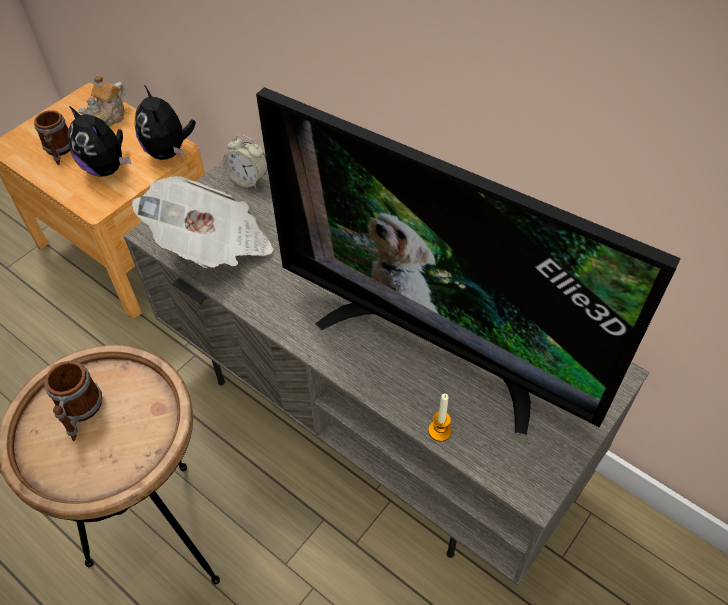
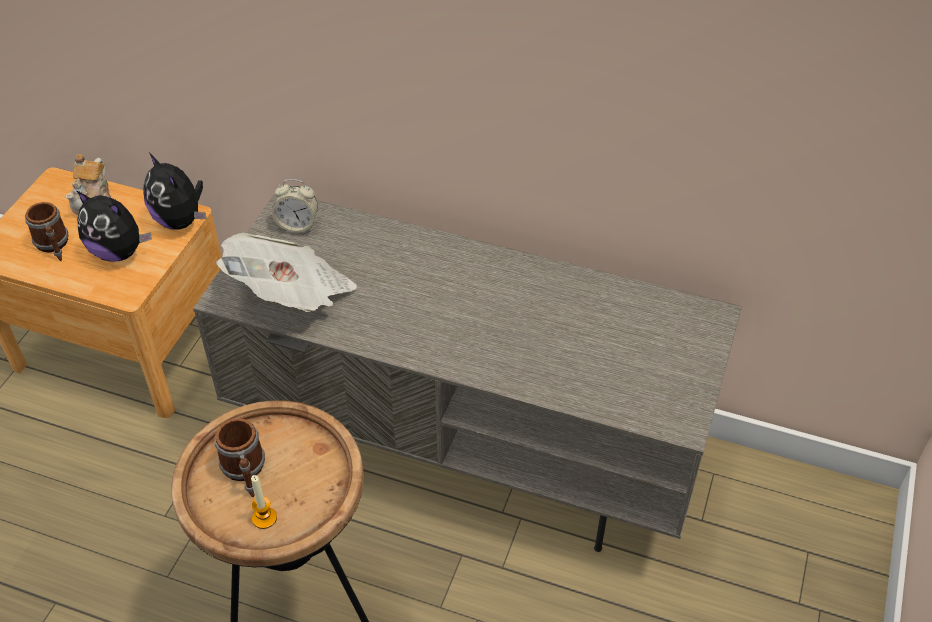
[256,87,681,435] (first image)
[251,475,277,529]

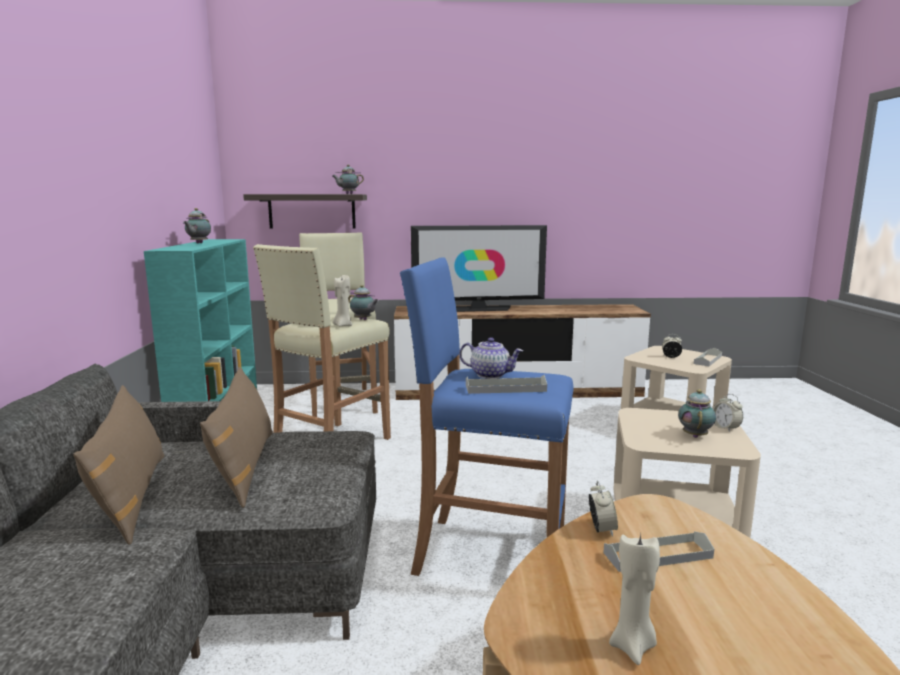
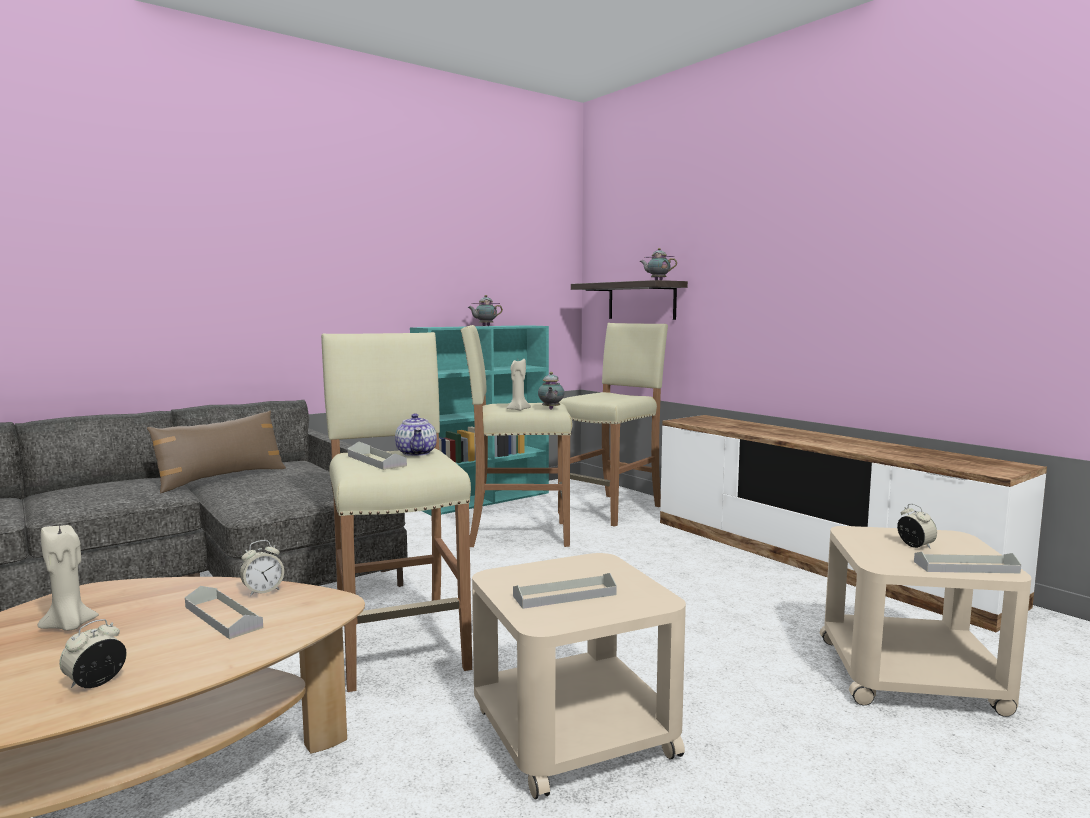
[411,225,547,312] (first image)
[321,332,472,692]
[200,367,273,508] (first image)
[513,573,617,609]
[59,619,127,688]

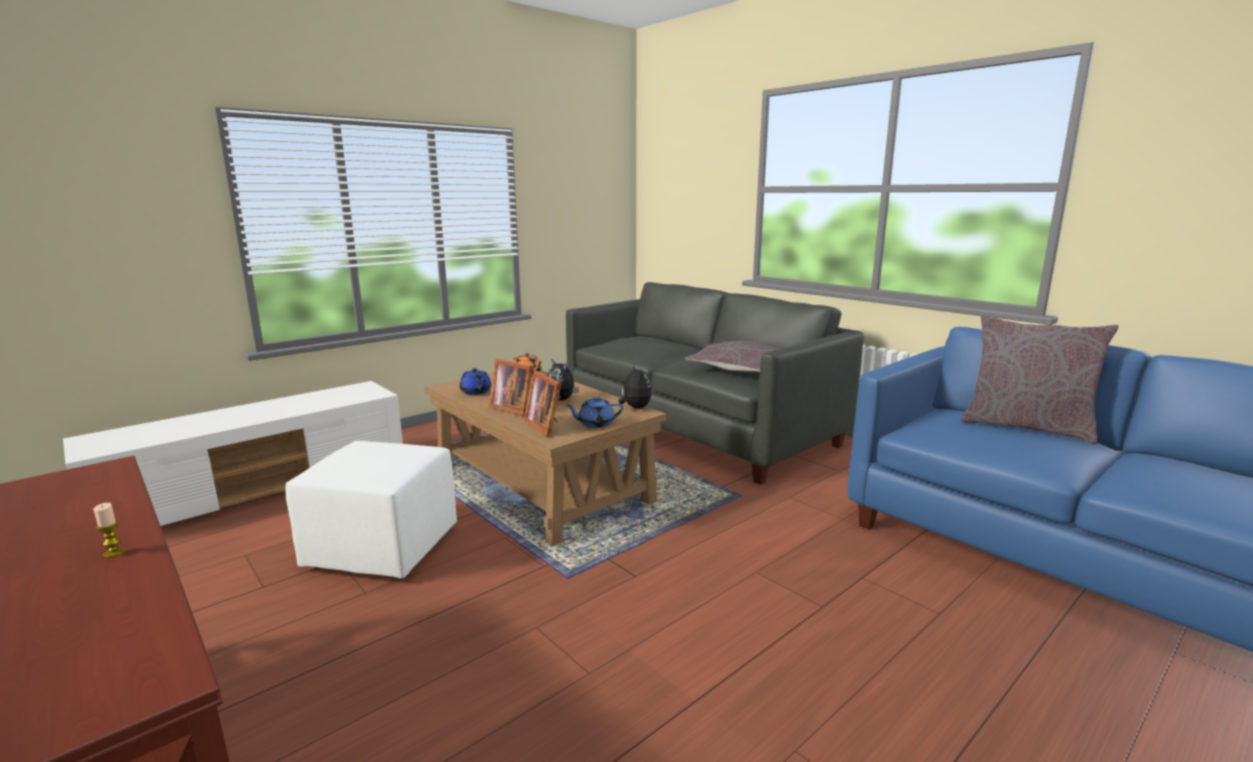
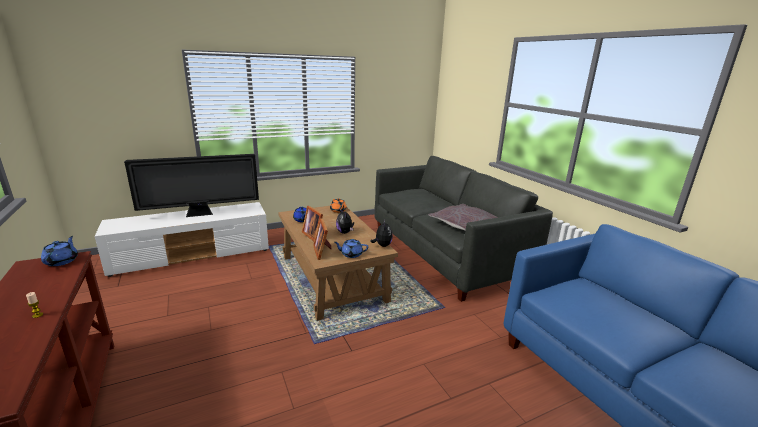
[961,314,1118,444] (first image)
[286,441,457,579] (first image)
[124,154,259,217]
[41,236,78,266]

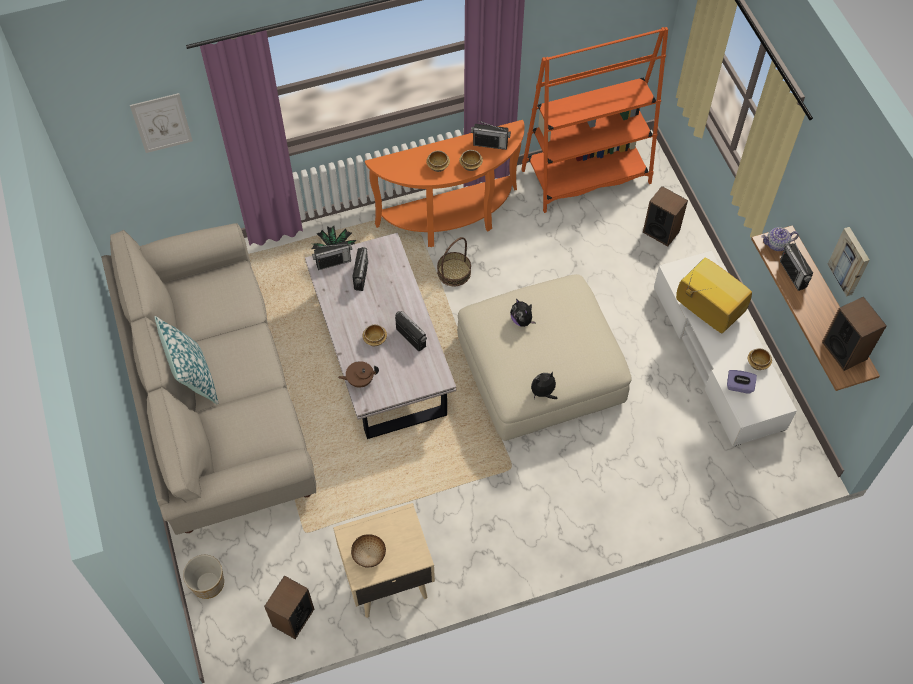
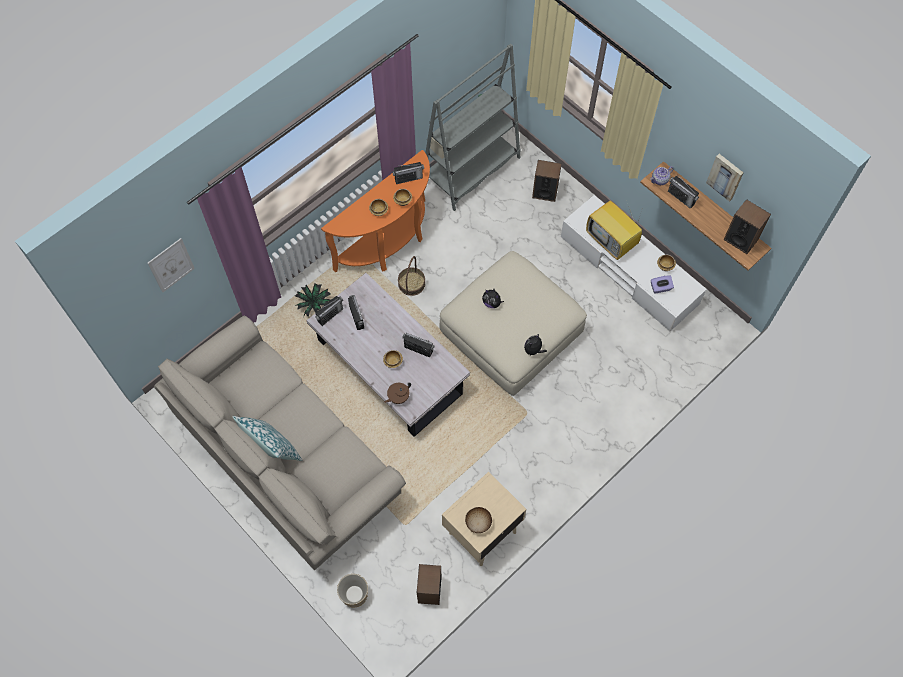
[425,44,521,211]
[586,201,642,260]

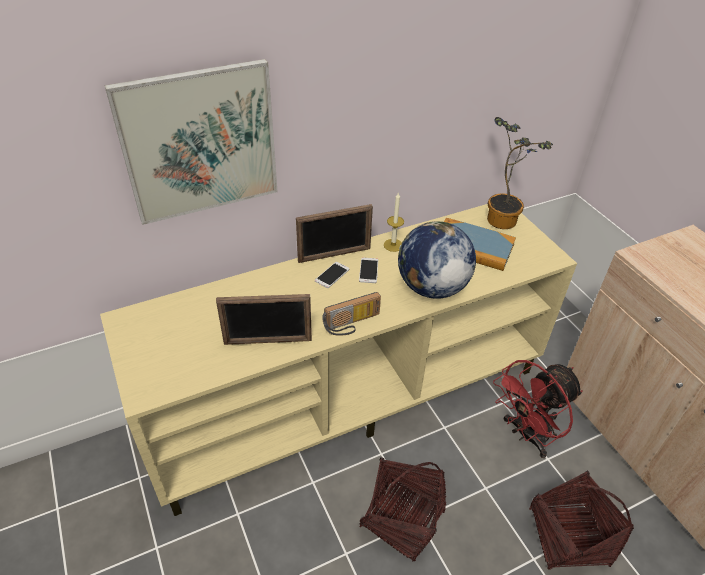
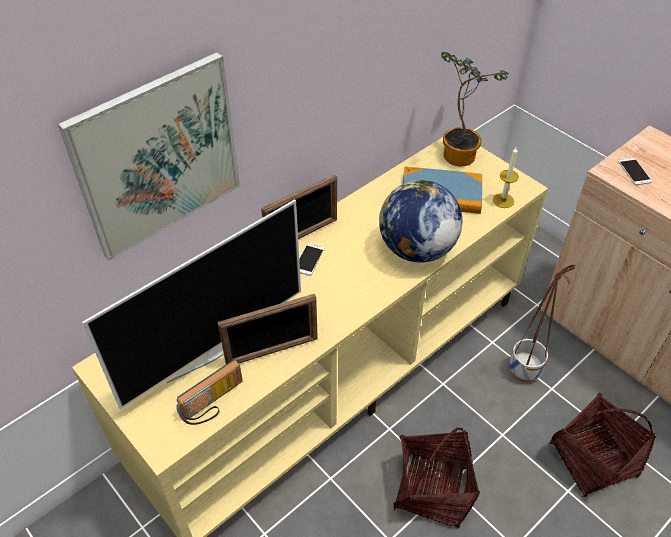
[493,147,519,208]
[618,157,652,185]
[176,360,243,425]
[509,265,576,382]
[82,199,301,409]

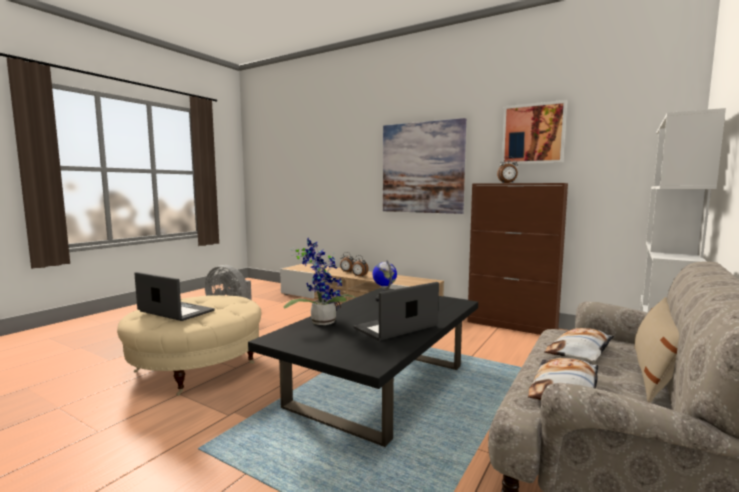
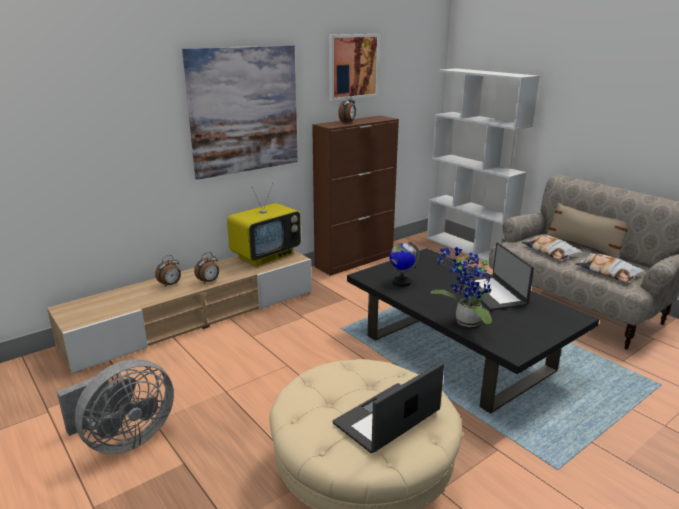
[227,182,301,267]

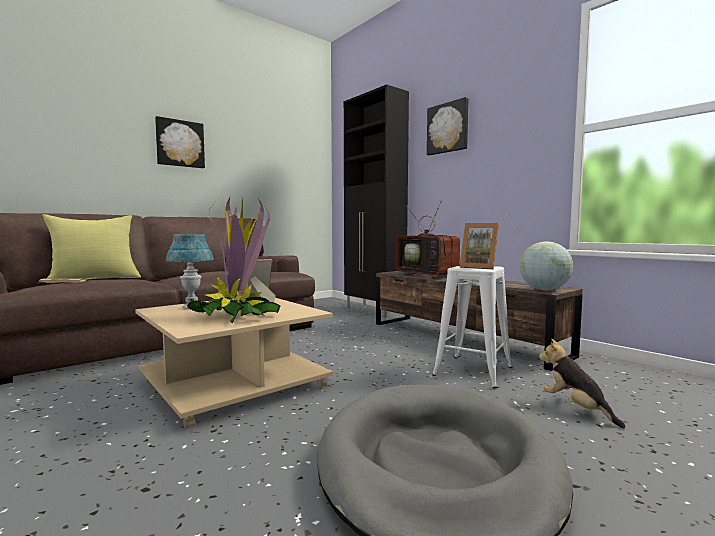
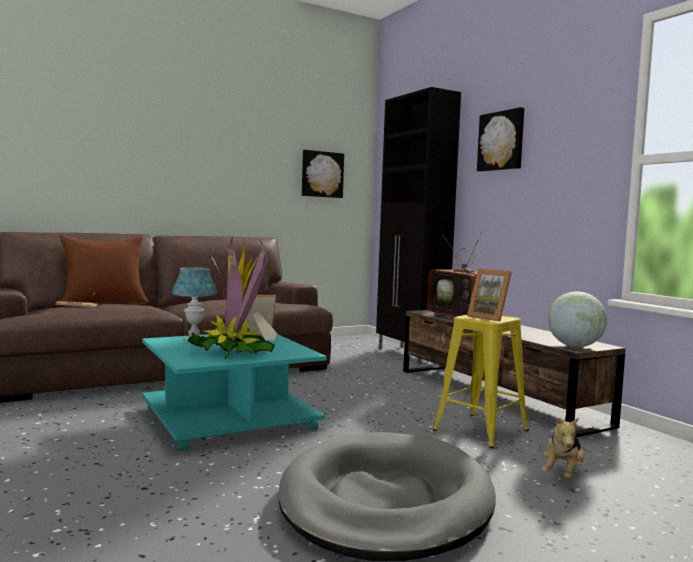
[302,150,344,198]
[59,235,148,304]
[433,315,529,448]
[142,333,327,451]
[542,417,585,479]

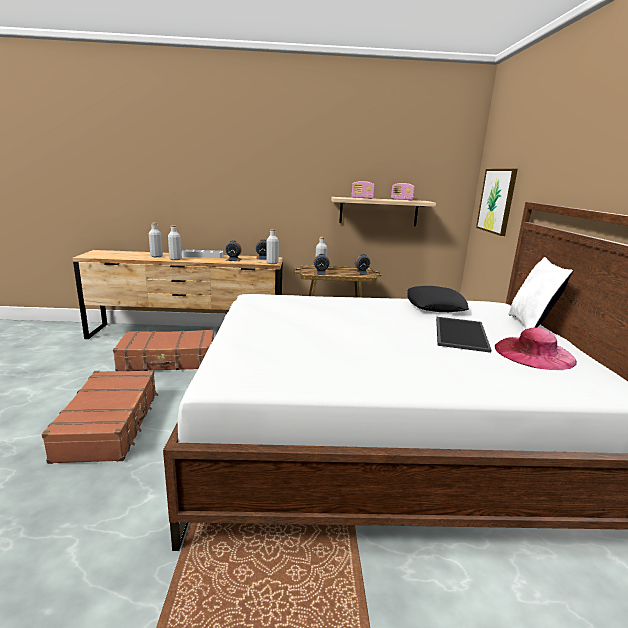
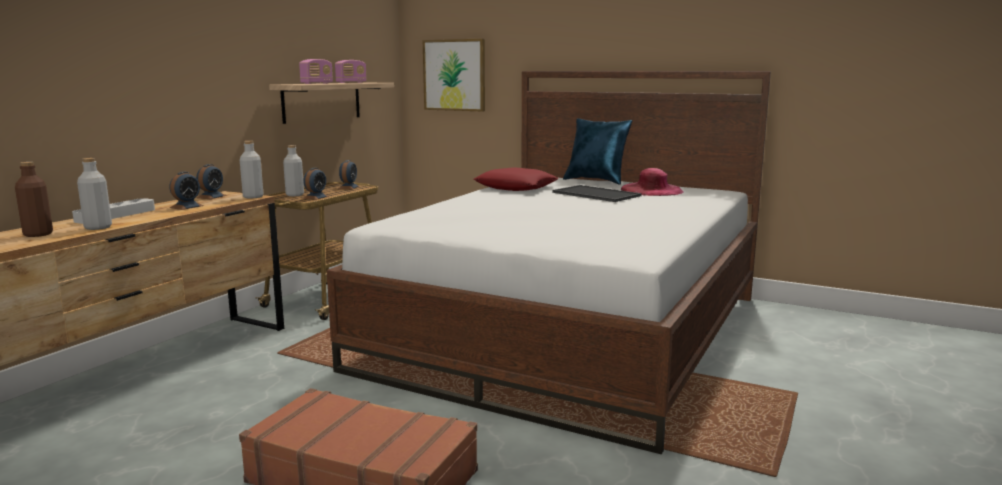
[15,162,53,237]
[563,118,632,185]
[474,167,559,191]
[113,330,214,371] (first image)

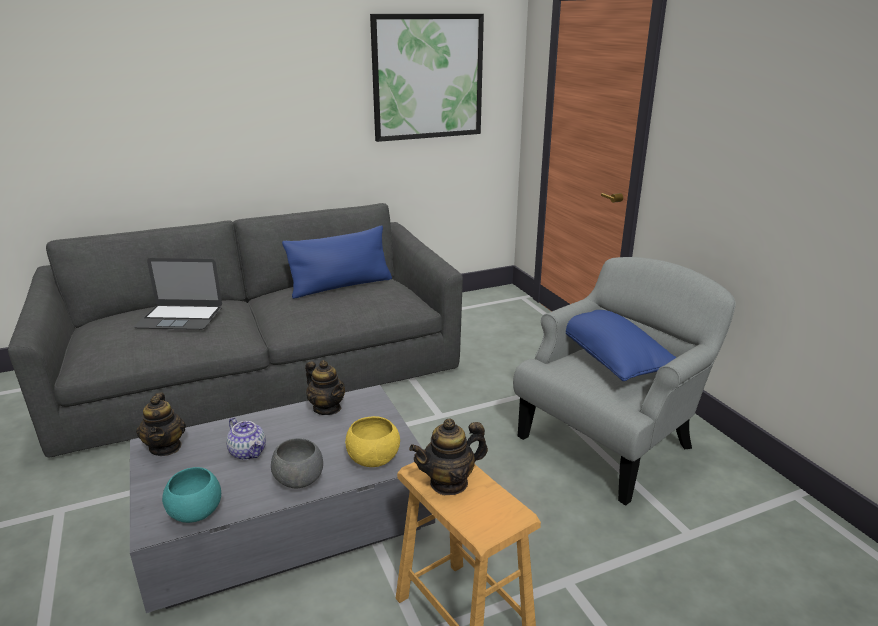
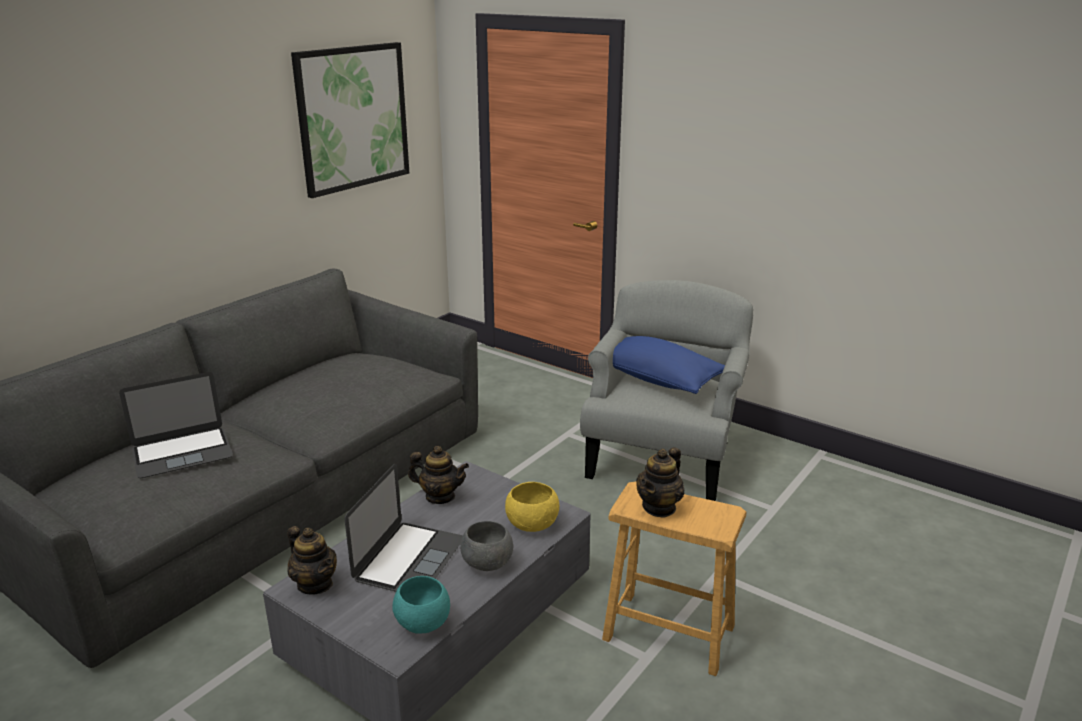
[282,225,392,299] (first image)
[345,464,462,592]

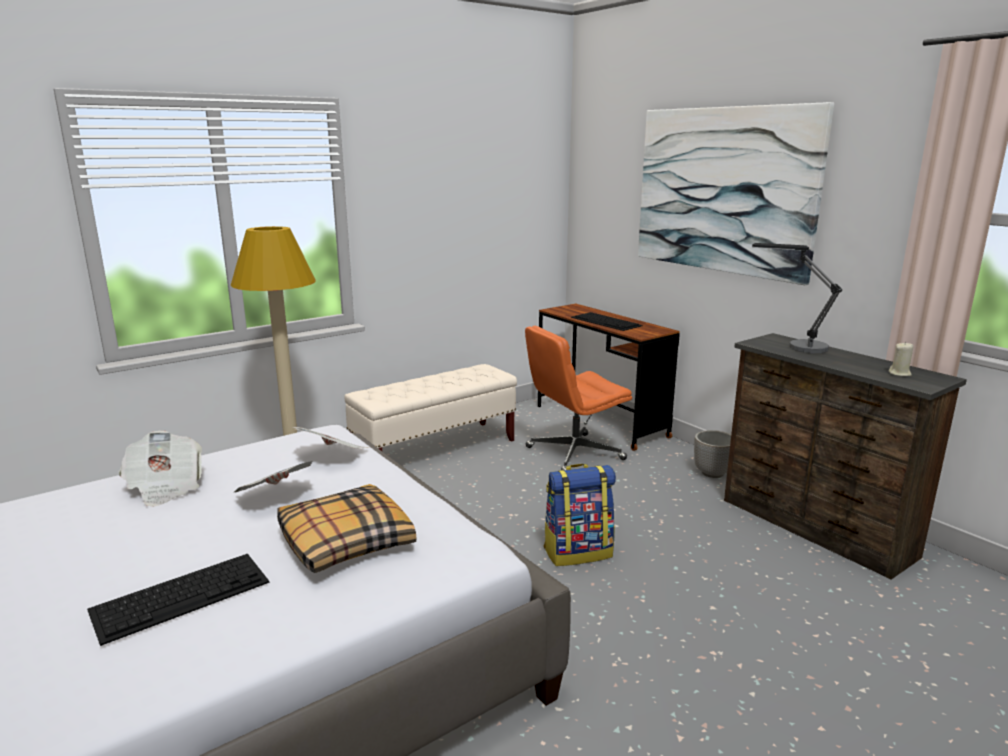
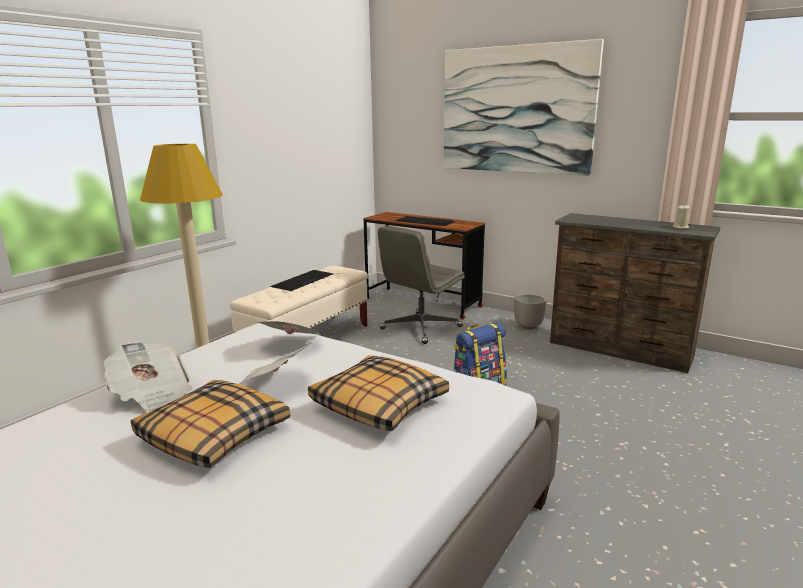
[752,243,842,353] (first image)
[378,226,465,344]
[270,270,333,291]
[131,380,290,468]

